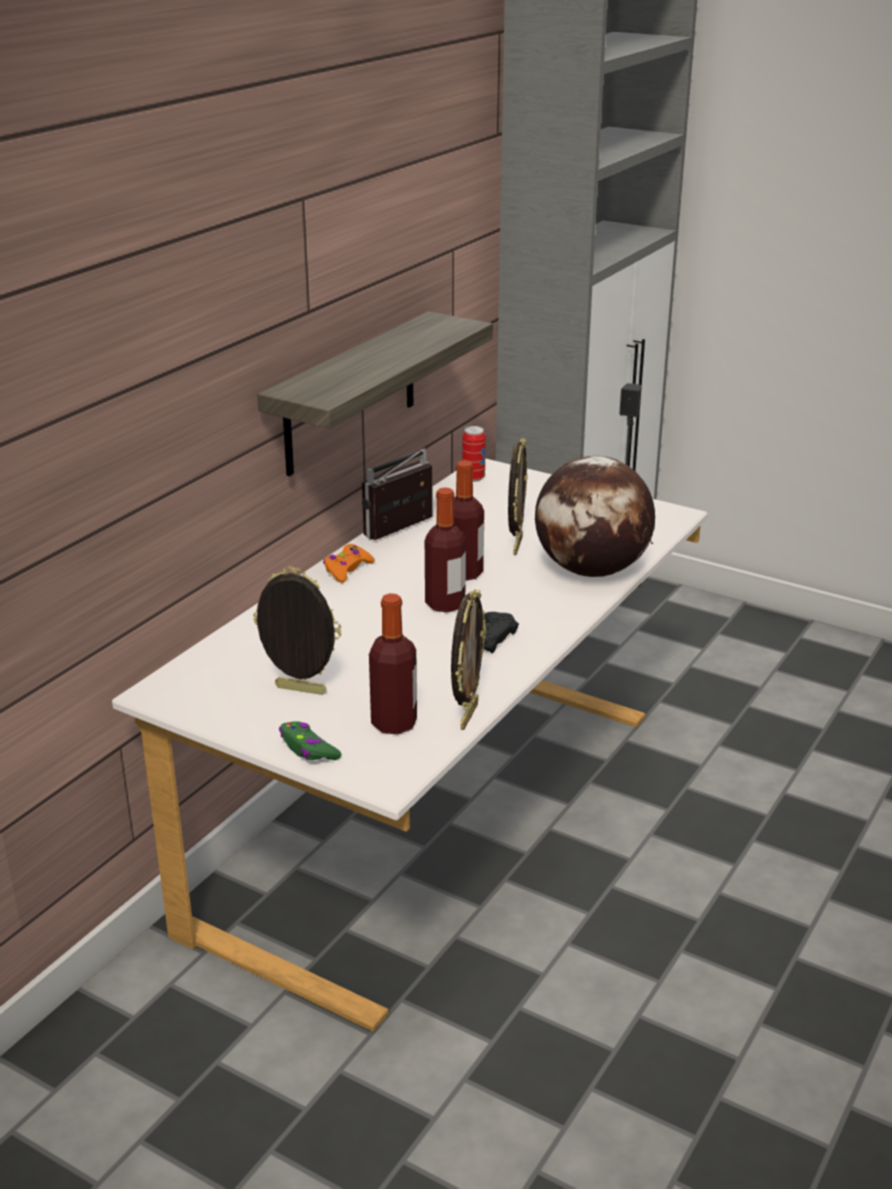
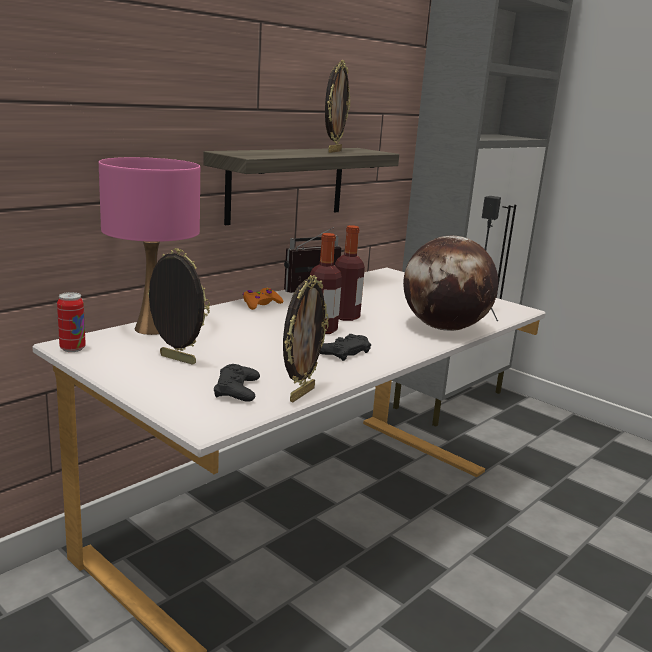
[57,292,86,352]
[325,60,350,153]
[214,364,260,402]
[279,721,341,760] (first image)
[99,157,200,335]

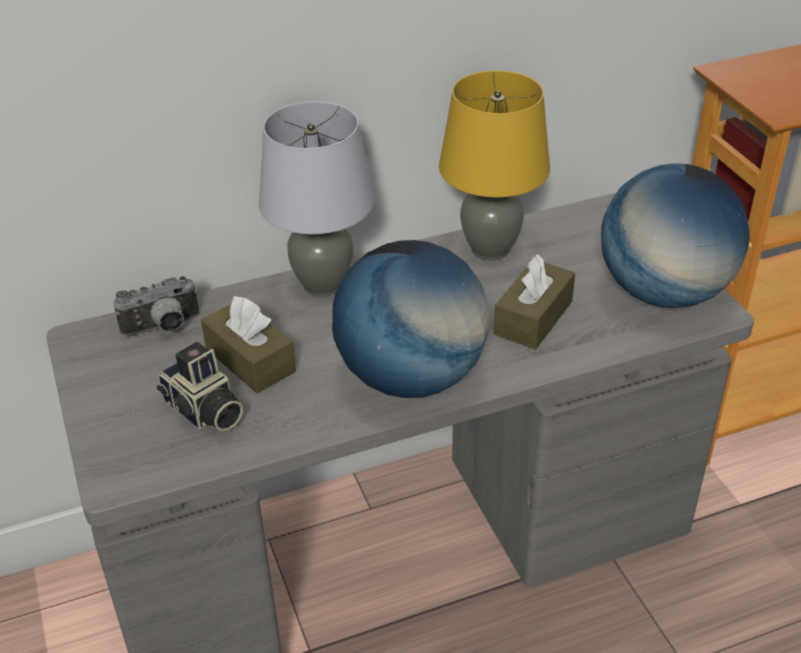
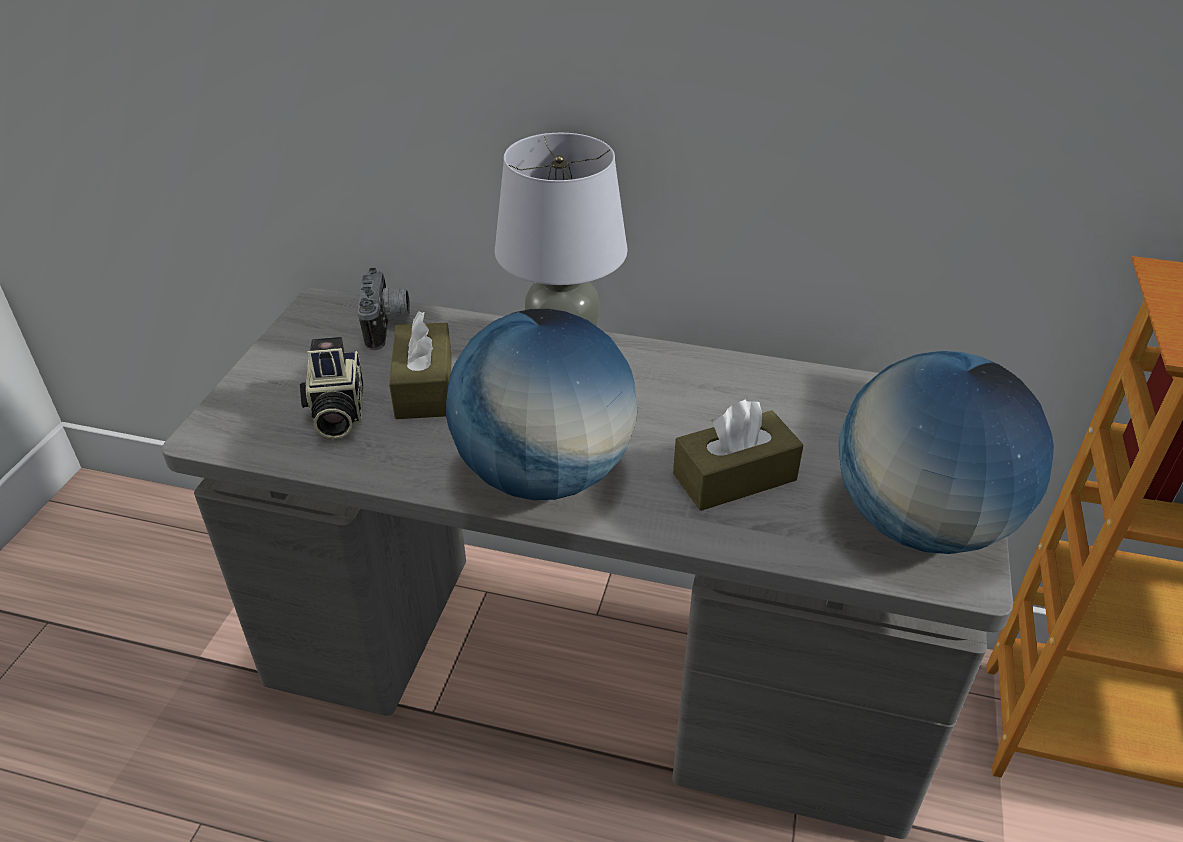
[439,70,550,260] (first image)
[358,267,410,350]

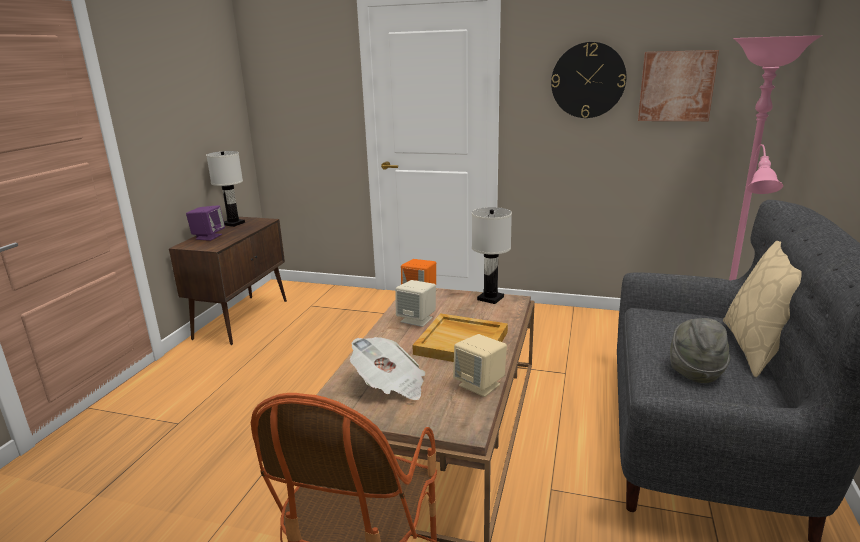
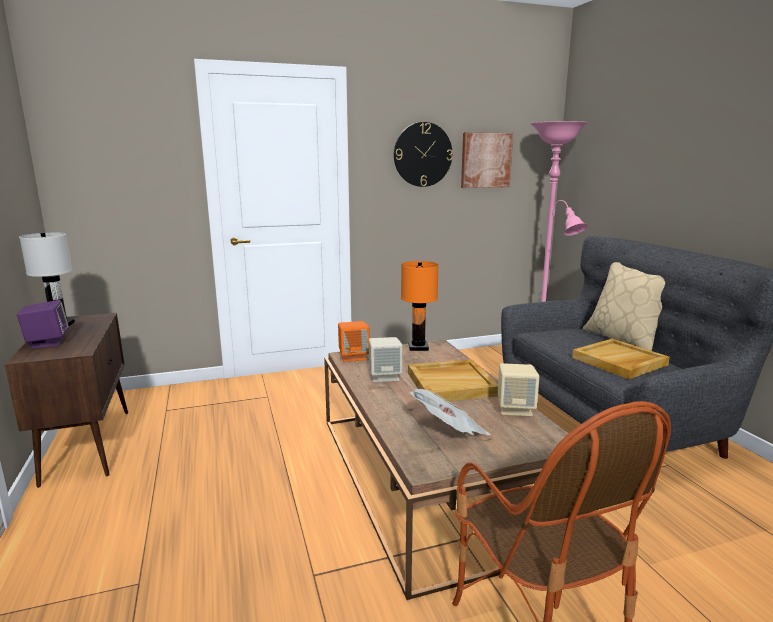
[401,261,439,351]
[572,339,670,379]

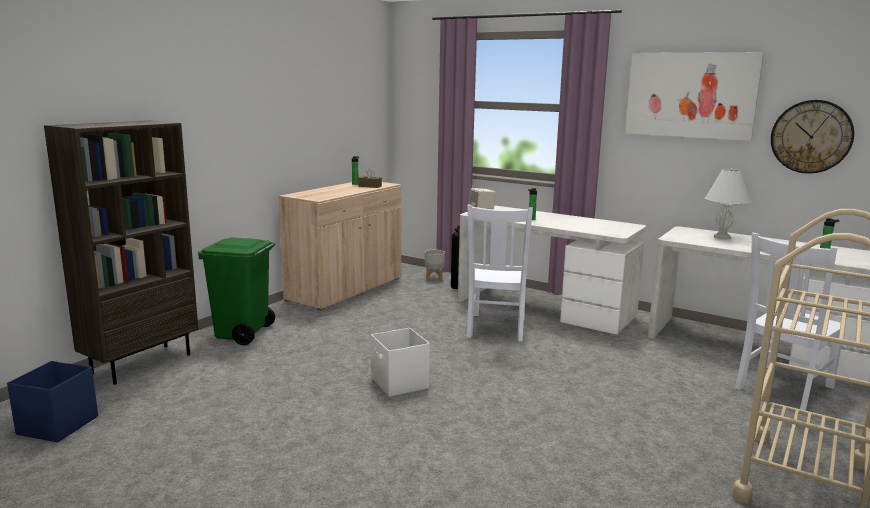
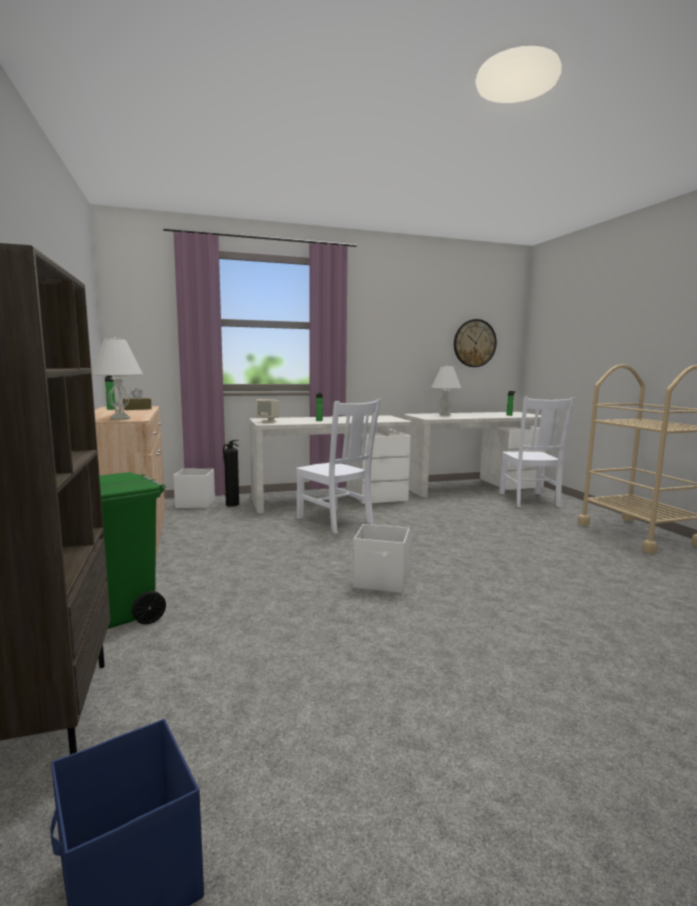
[625,52,764,141] (first image)
[173,468,215,508]
[92,337,144,420]

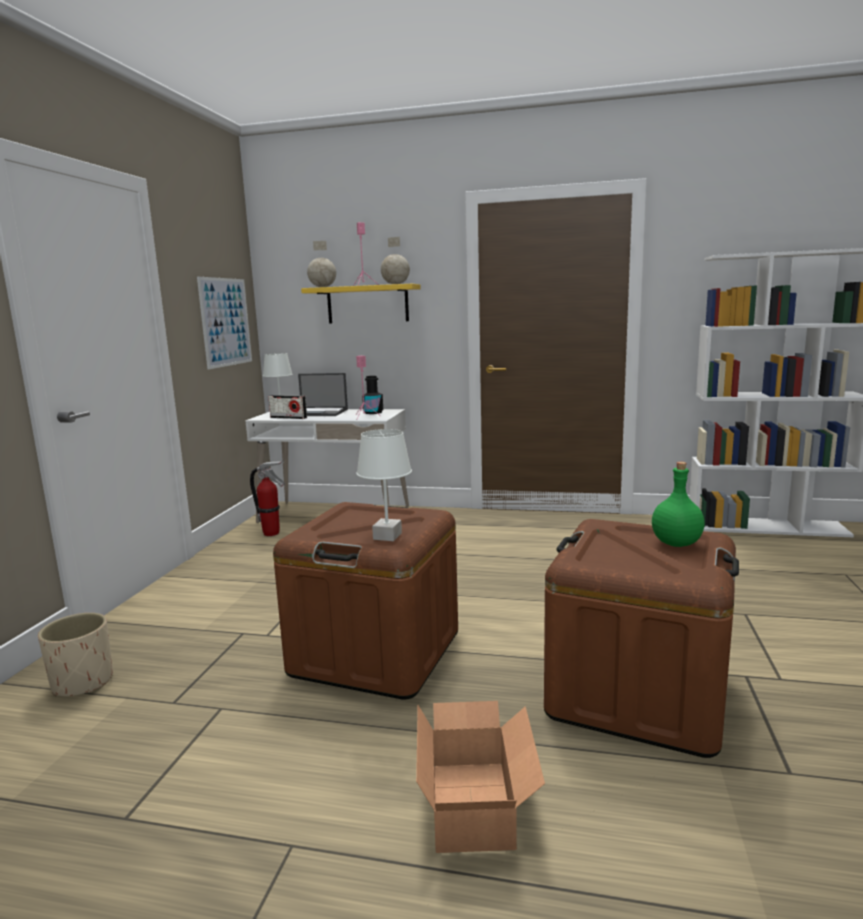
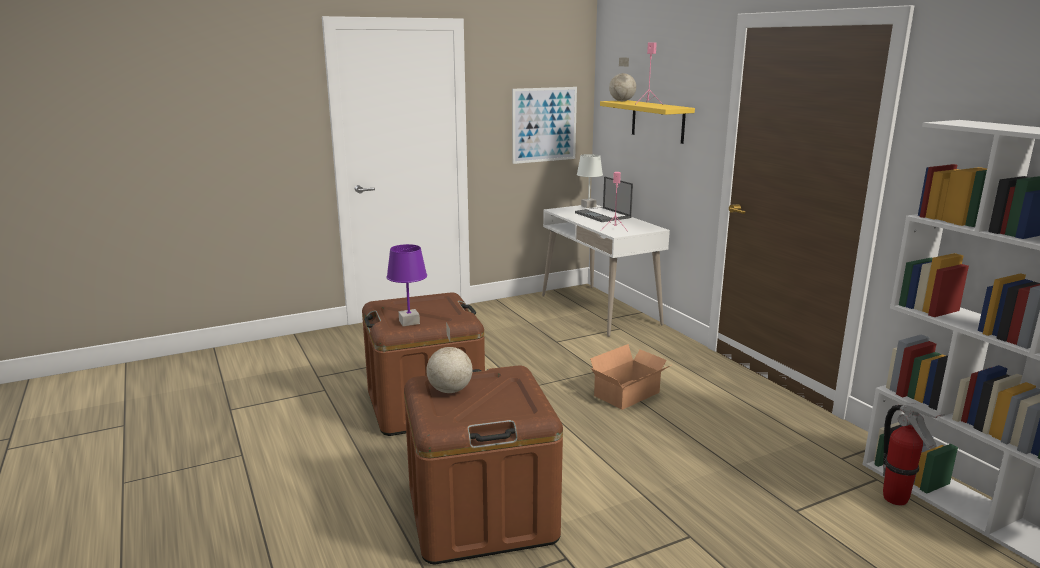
[426,322,473,393]
[362,376,383,414] (first image)
[268,395,307,419] (first image)
[386,244,427,326]
[883,404,945,505]
[652,462,705,547] (first image)
[38,613,113,696] (first image)
[590,344,671,410]

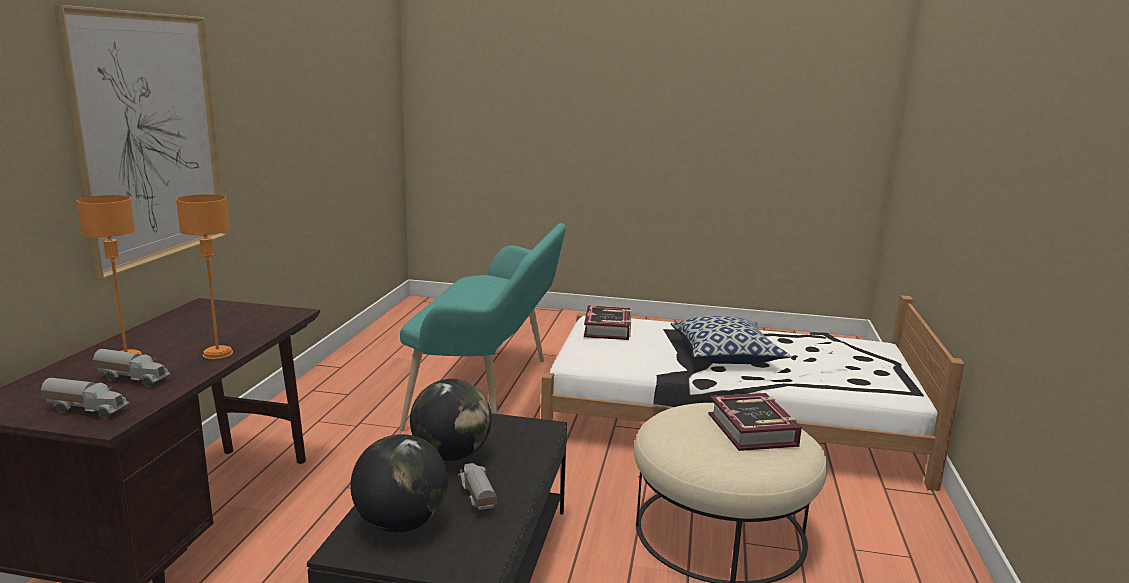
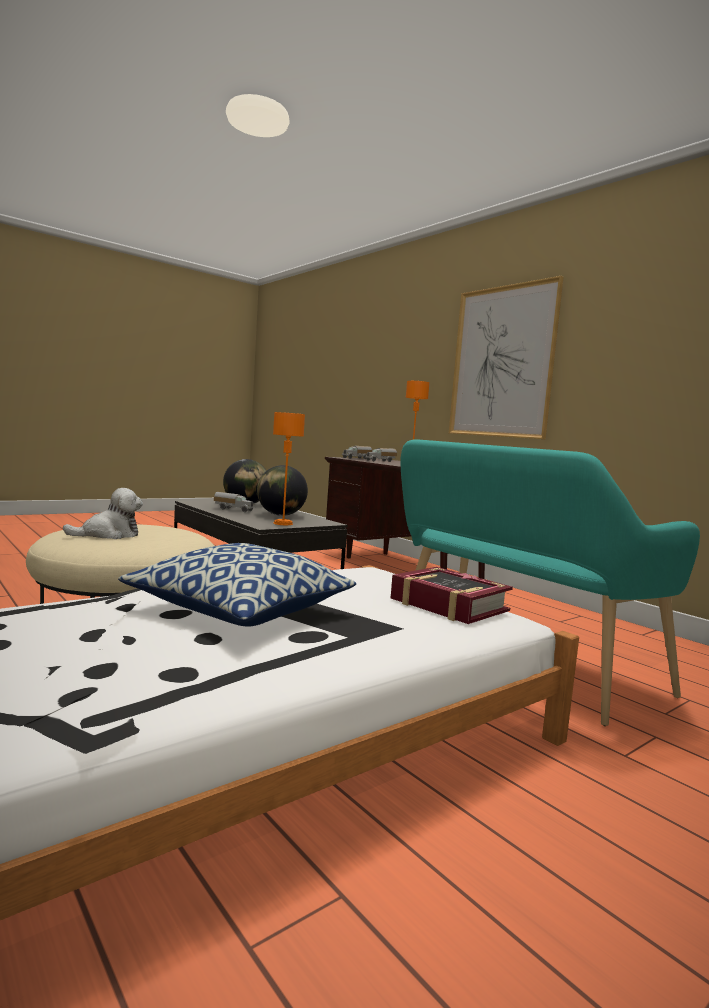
[273,412,305,525]
[63,488,143,539]

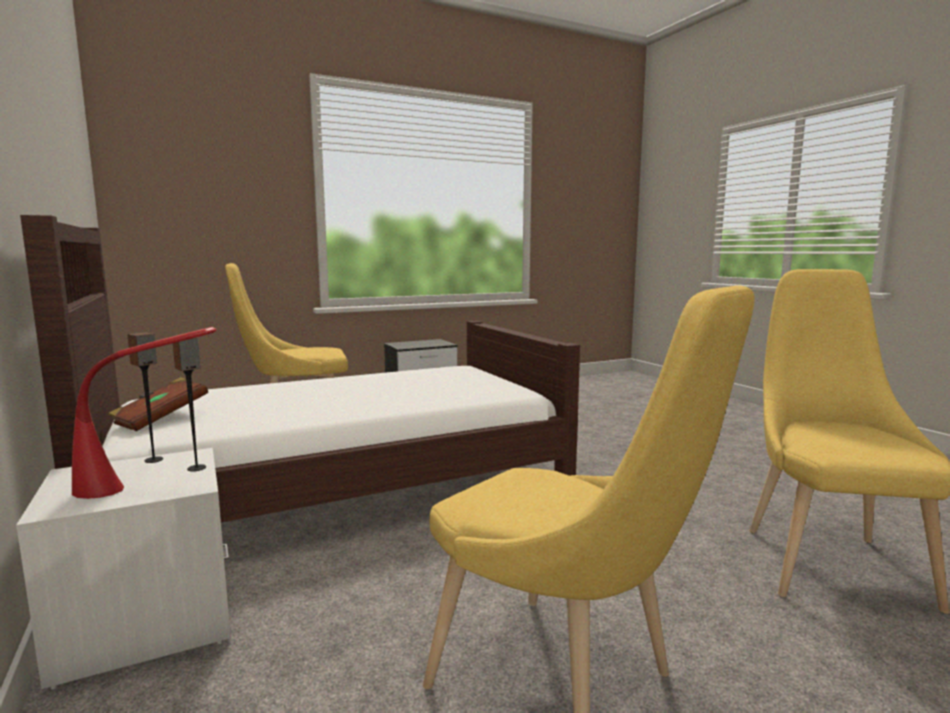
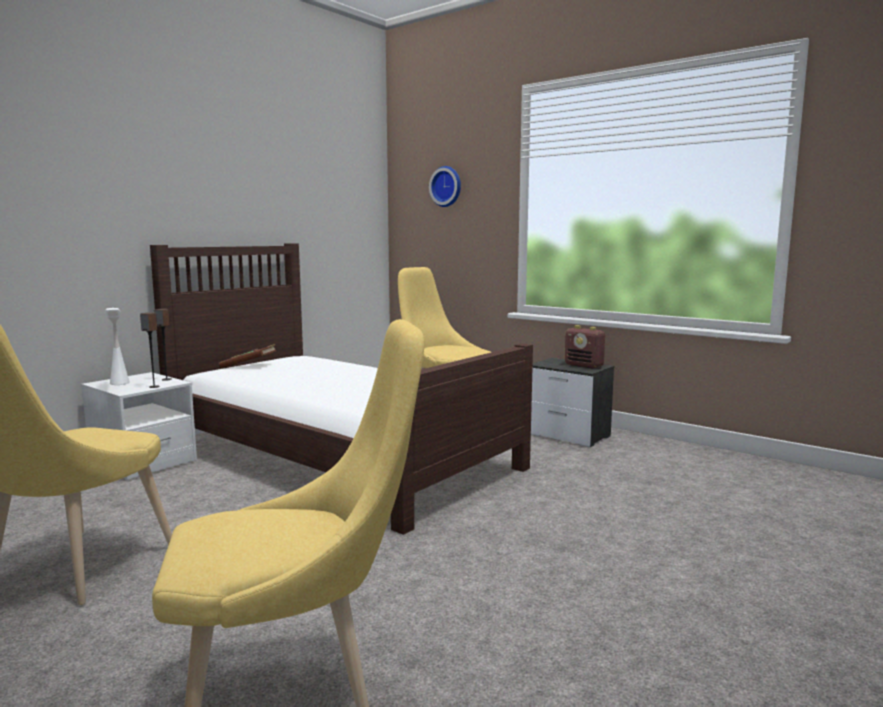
[105,308,130,385]
[429,166,461,207]
[564,325,605,368]

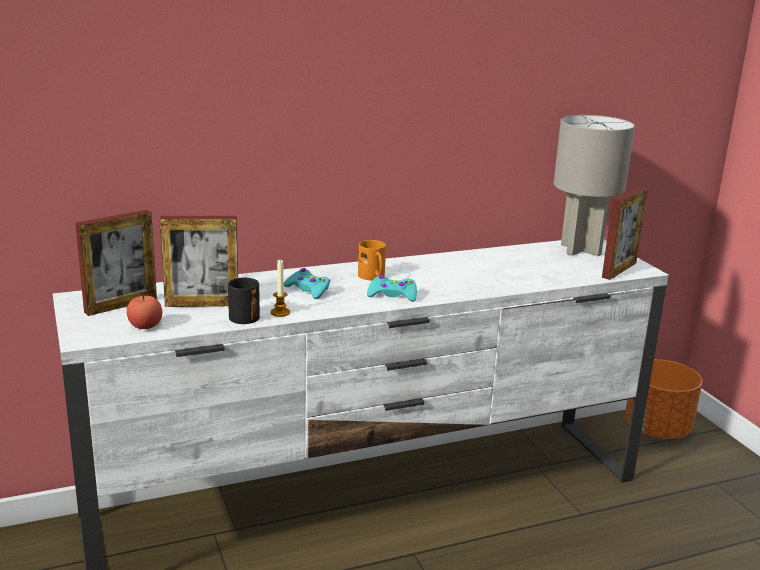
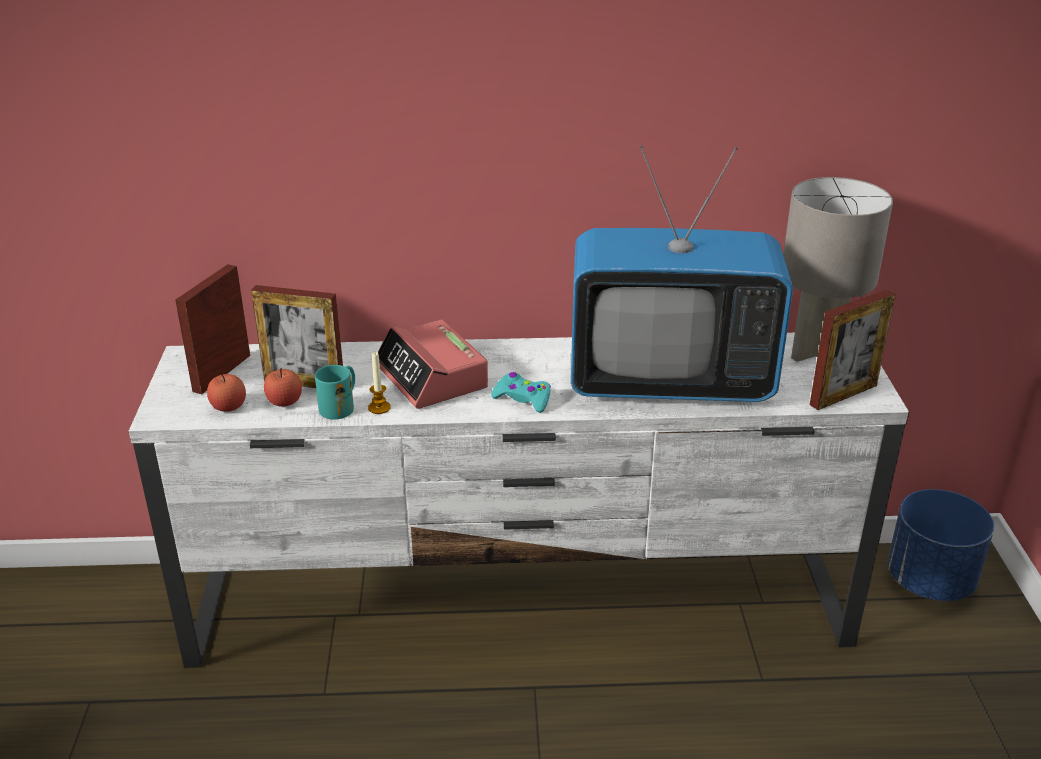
[175,264,250,394]
[358,240,386,280] (first image)
[378,320,488,409]
[315,365,355,420]
[888,489,994,601]
[571,145,793,402]
[264,368,302,407]

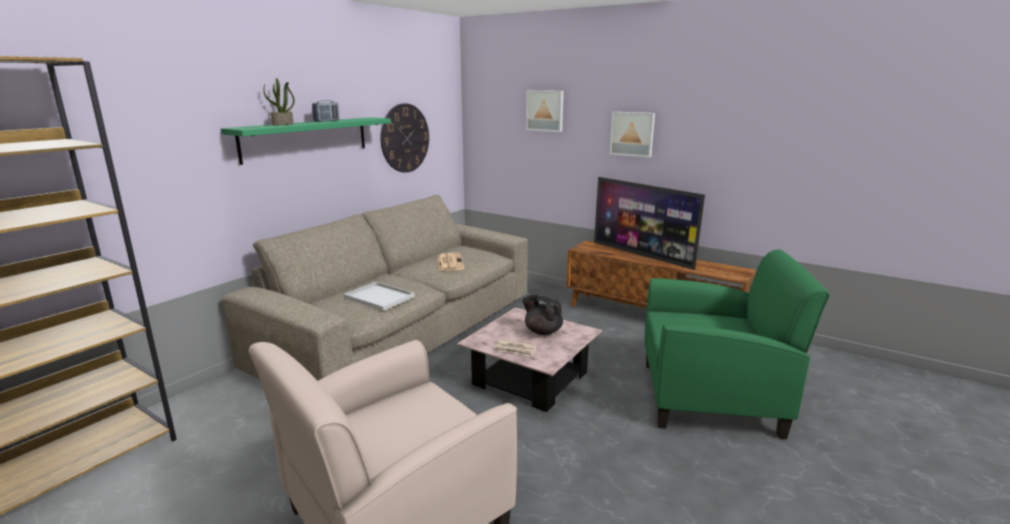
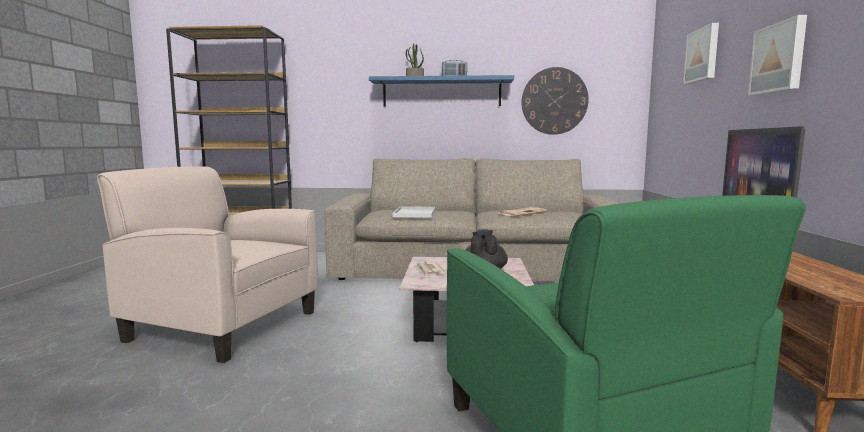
[369,75,514,106]

